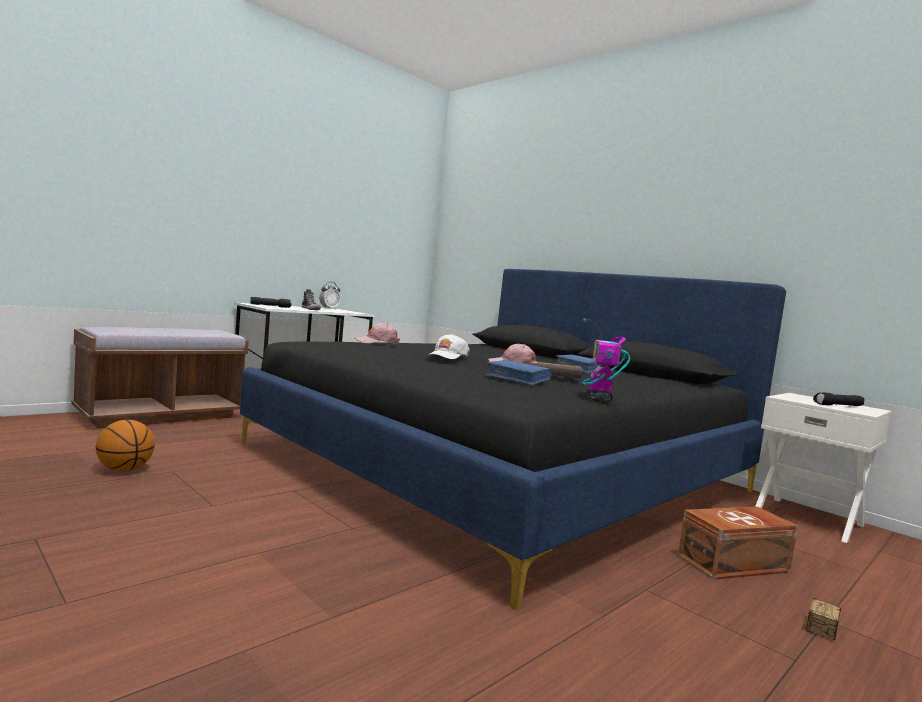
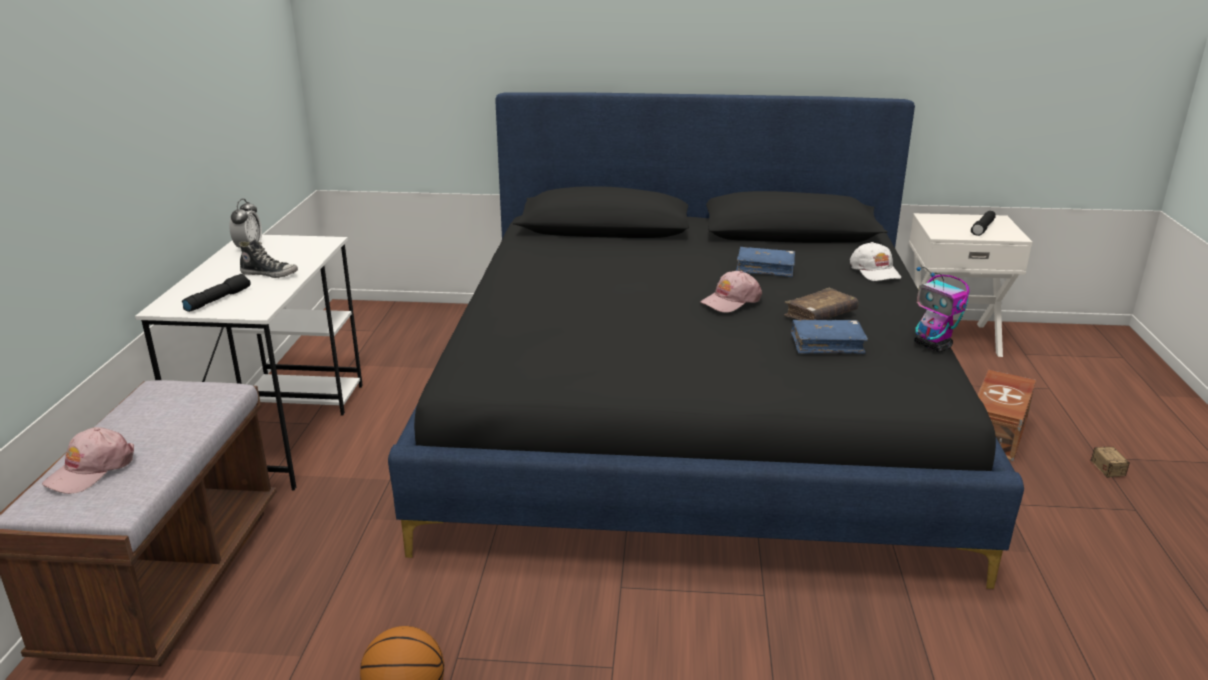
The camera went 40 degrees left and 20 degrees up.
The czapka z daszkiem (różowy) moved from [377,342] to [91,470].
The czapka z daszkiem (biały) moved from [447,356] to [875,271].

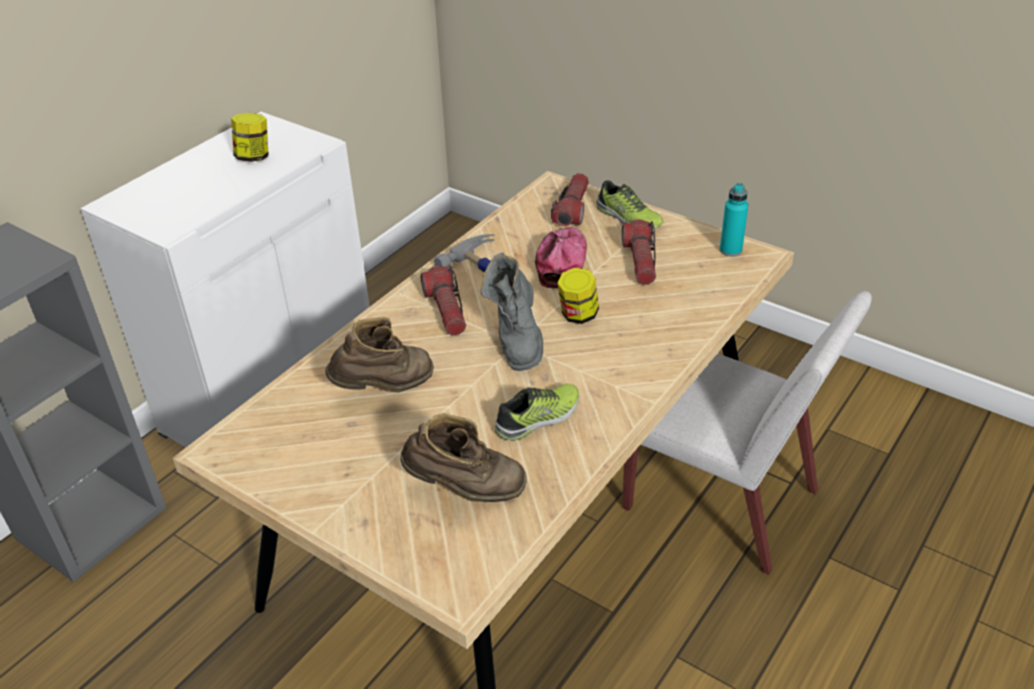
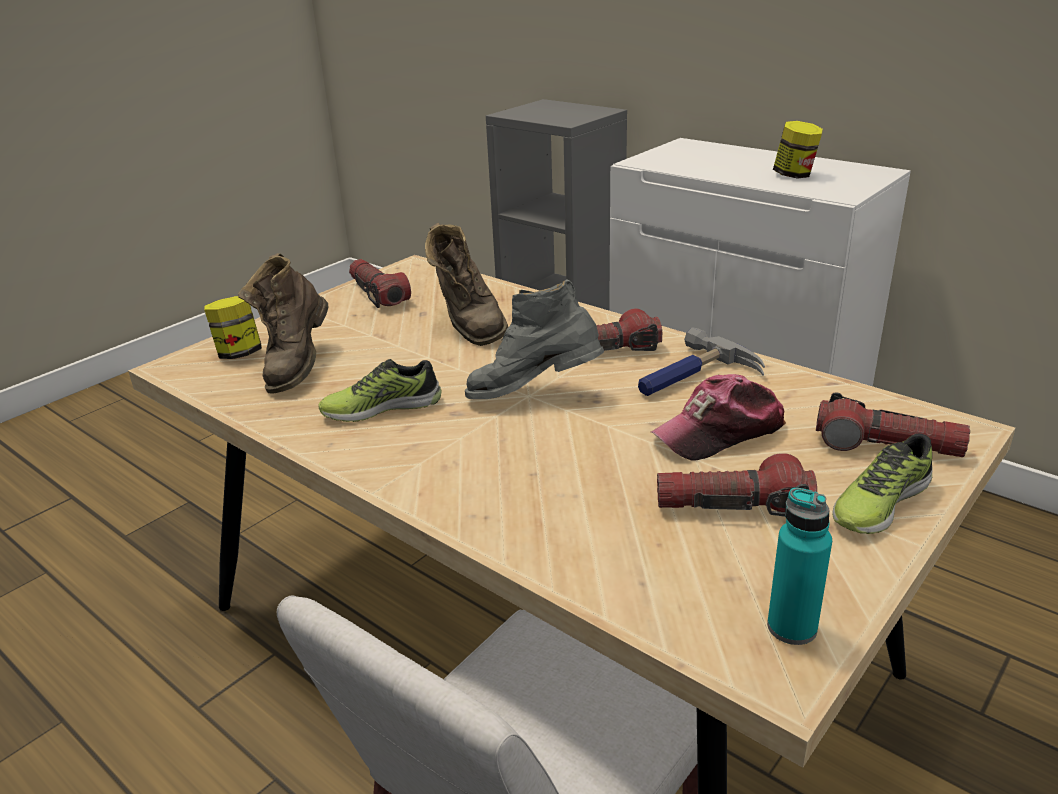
The camera went 95 degrees right and 10 degrees down.
The but at [539,418] turned 105 degrees clockwise.
The czapka z daszkiem at [562,262] turned 135 degrees clockwise.
The słoik moved from [578,315] to [239,354].
The latarka at [378,294] appeared.

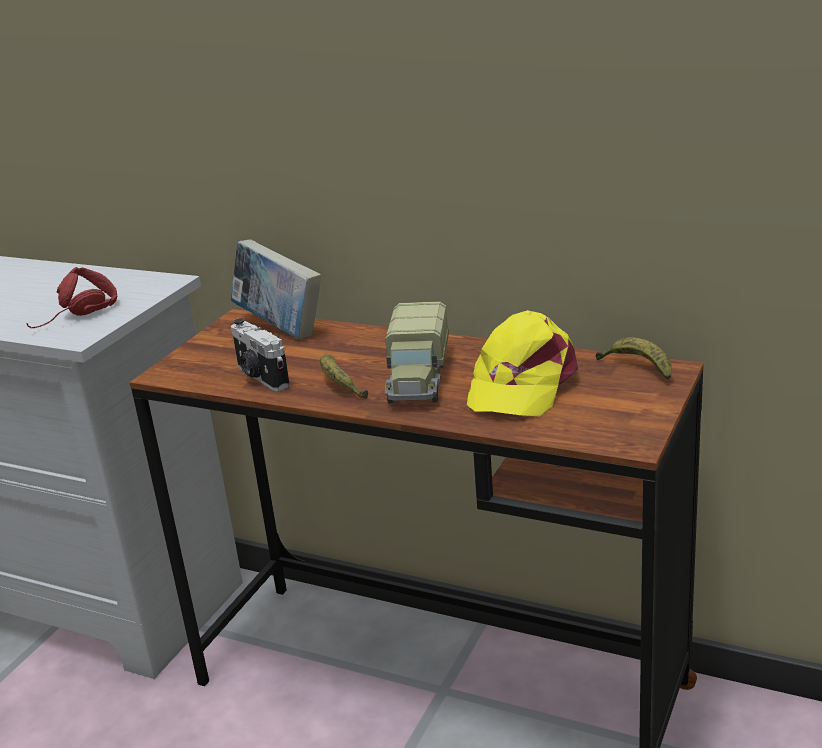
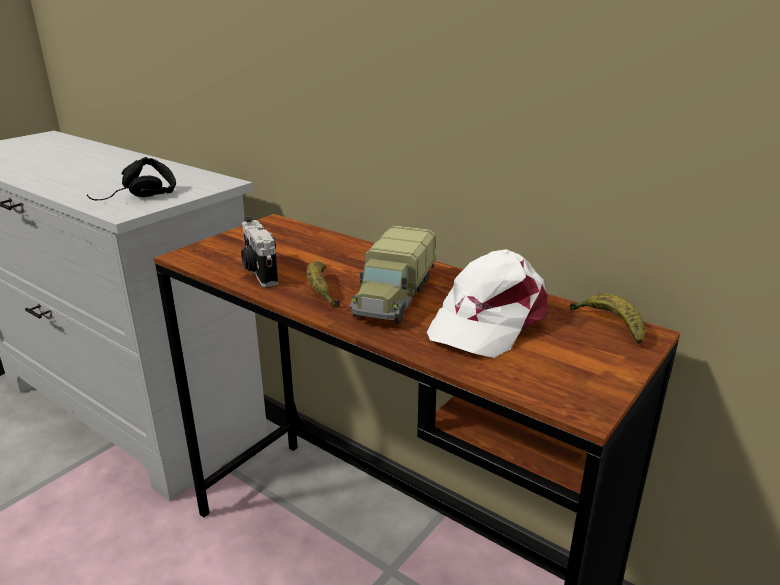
The camera went 10 degrees right and 0 degrees up.
The słuchawki (czerwony) at [78,317] became the słuchawki (czarny) at [137,198].
The książka at [280,327] disappeared.
The czapka z daszkiem (żółty) at [520,383] became the czapka z daszkiem (biały) at [487,320].

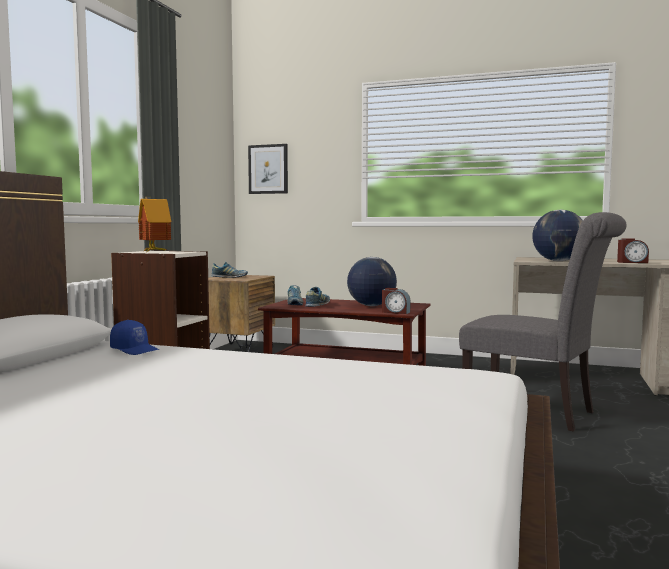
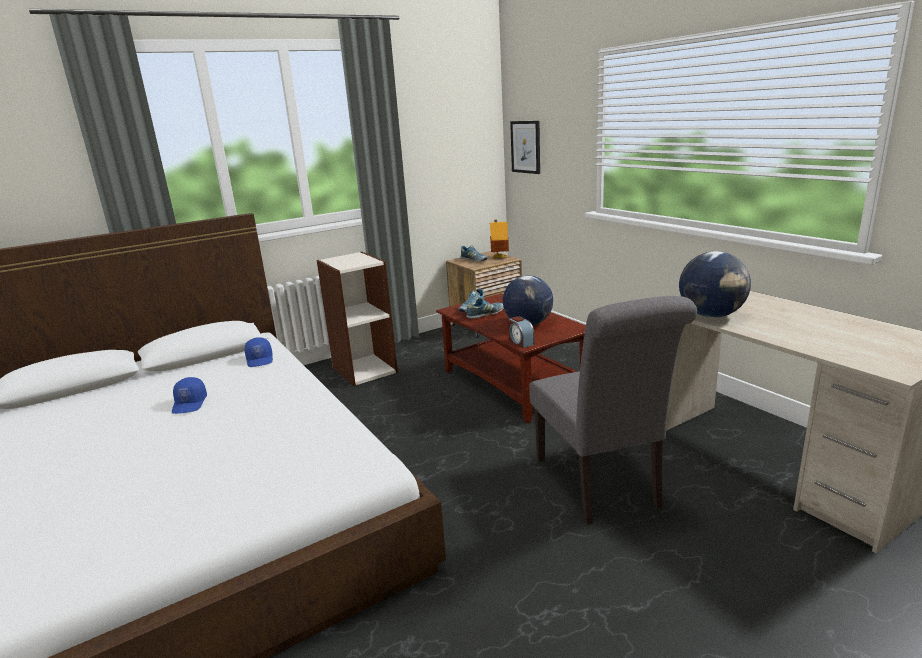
The camera went 40 degrees right and 15 degrees up.
The domek moved from [154,251] to [499,257].
The budzik at [632,262] disappeared.
The czapka z daszkiem (niebieski) at [190,404] appeared.

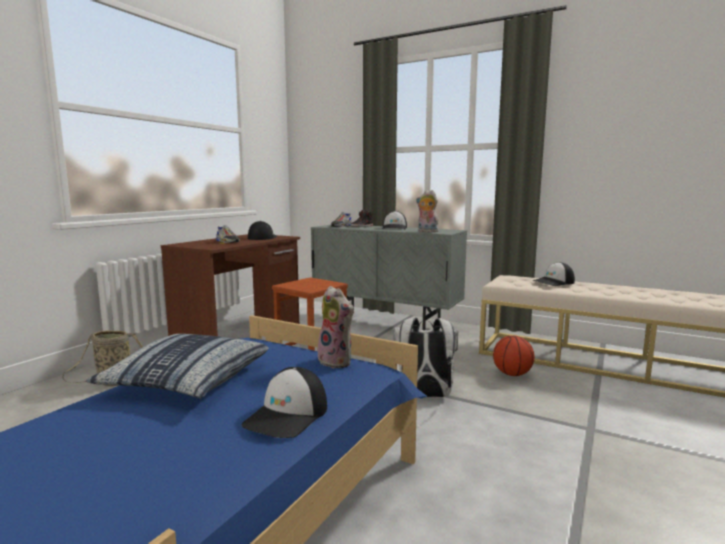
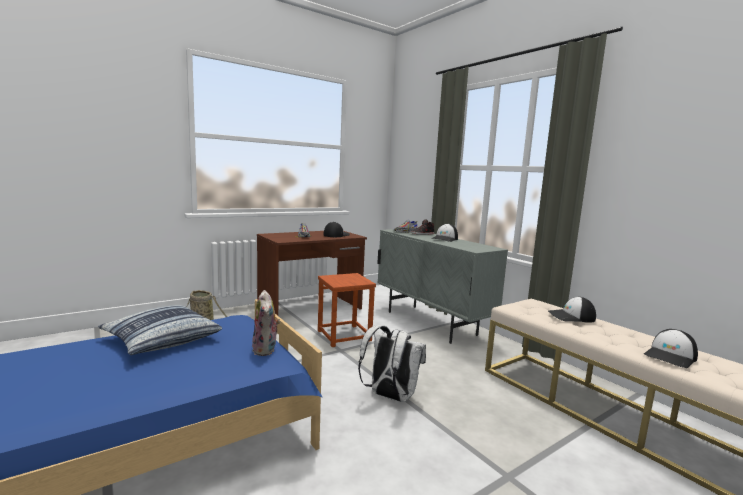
The camera went 25 degrees right and 0 degrees up.
The czapka z daszkiem moved from [287,416] to [670,356].
The pluszak at [426,231] disappeared.
The piłka do koszykówki at [512,374] disappeared.

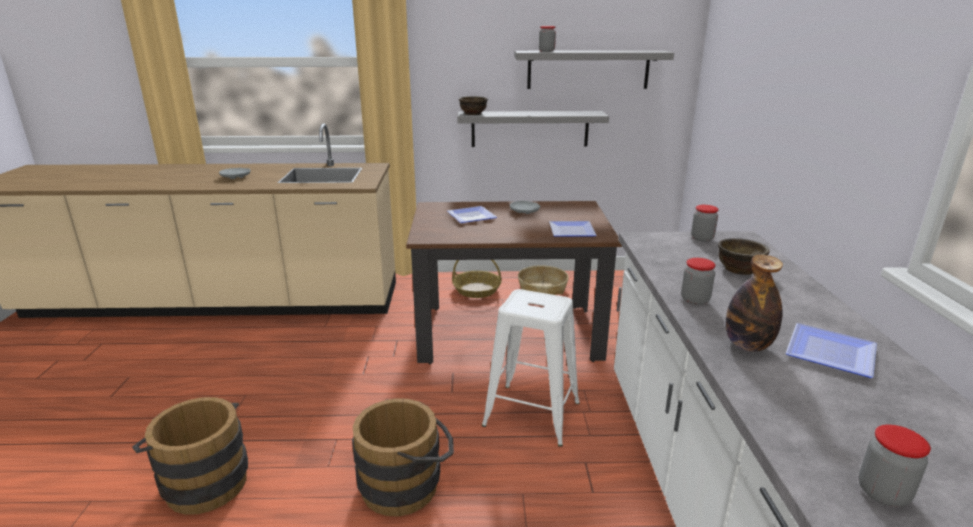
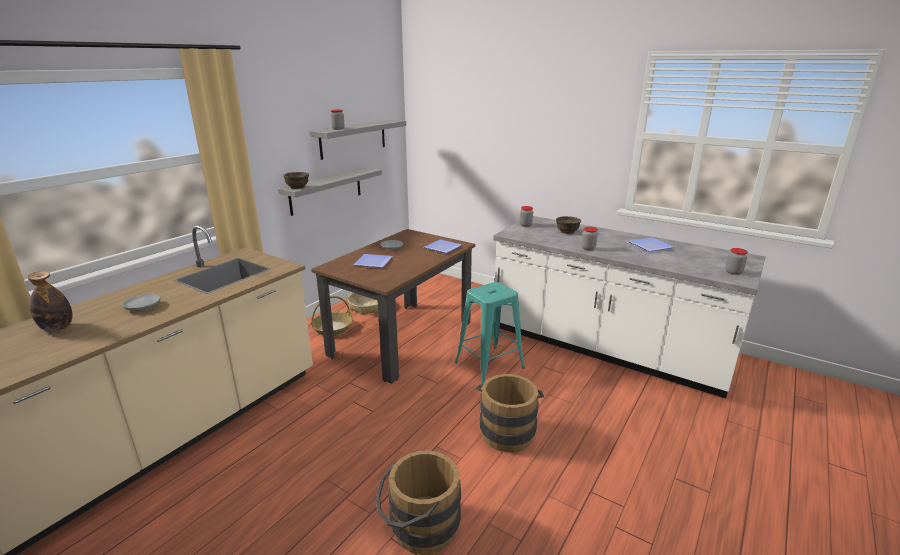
The camera went 55 degrees left and 0 degrees up.
The stołek (biały) at [532,414] became the stołek (turkusowy) at [490,364].
The butelka moved from [747,345] to [57,328].

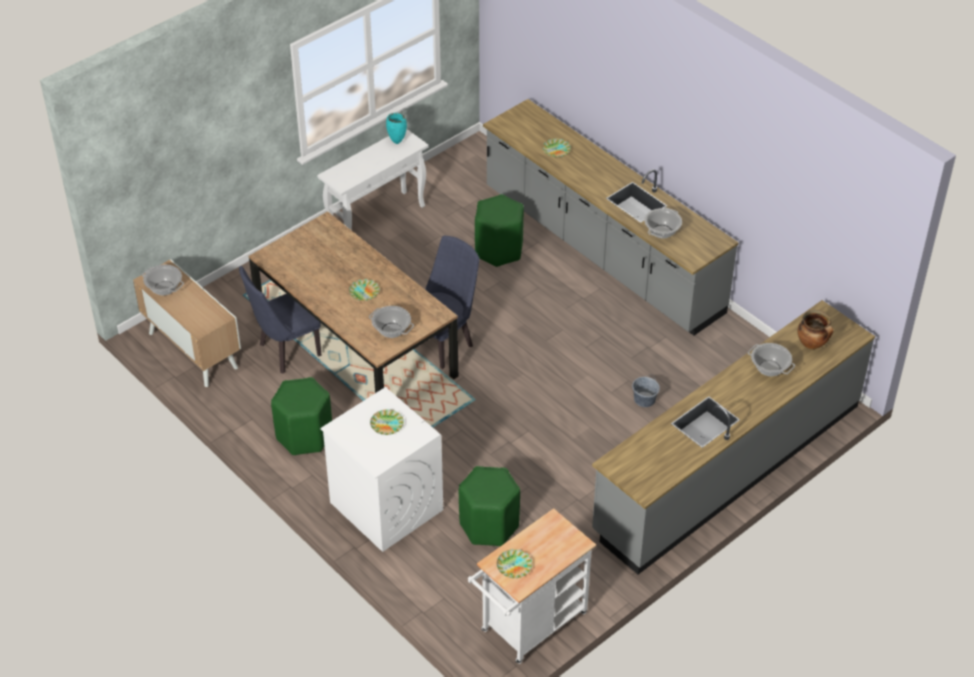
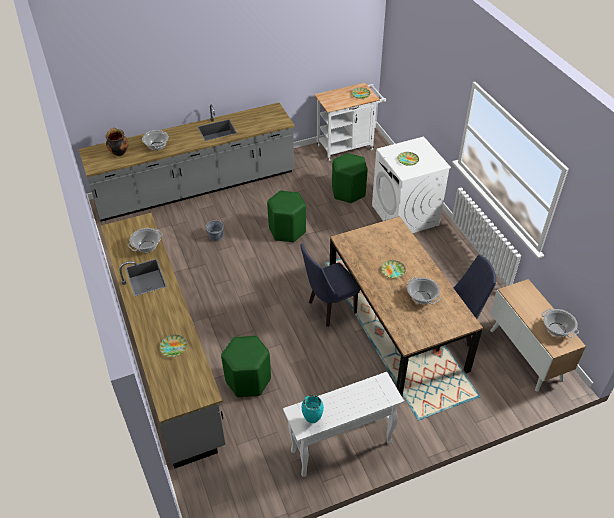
The camera went 160 degrees left and 0 degrees up.
The stołek (zielony) moved from [304,435] to [287,231].
The garnek moved from [391,330] to [422,297].

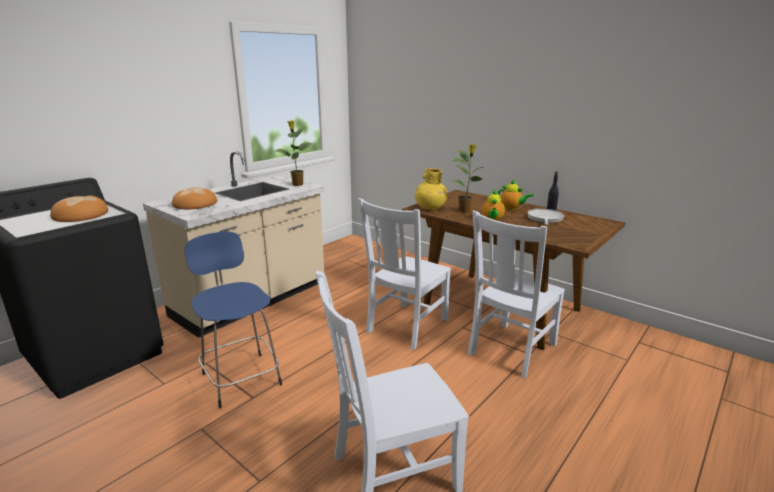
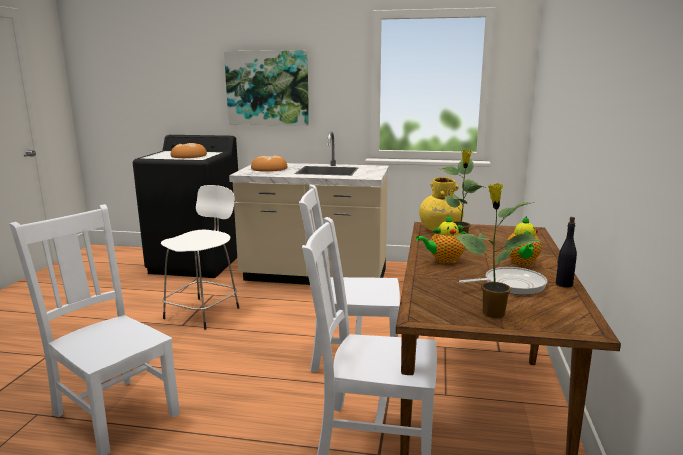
The camera went 60 degrees right and 5 degrees down.
The stołek (niebieski) at [240,377] became the stołek (biały) at [204,312].
The roślina doniczkowa moved from [297,184] to [492,313].
The obraz at [267,88] appeared.

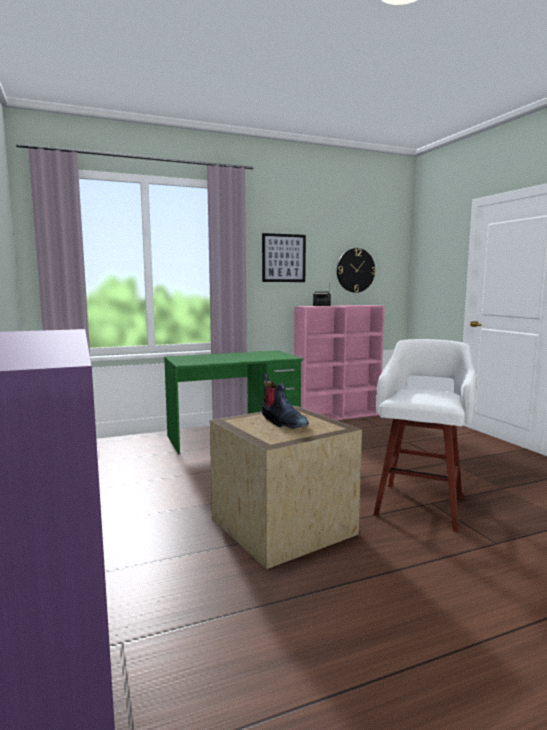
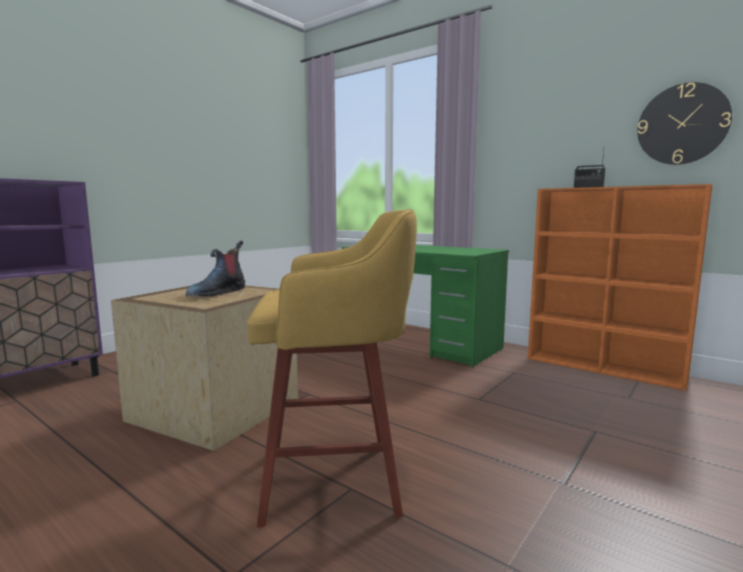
The camera went 60 degrees right and 0 degrees up.
The obraz at [283,258] disappeared.
The regał (różowy) at [338,416] became the regał (pomarańczowy) at [605,368].
The stołek (biały) at [420,504] became the stołek (żółty) at [336,480].

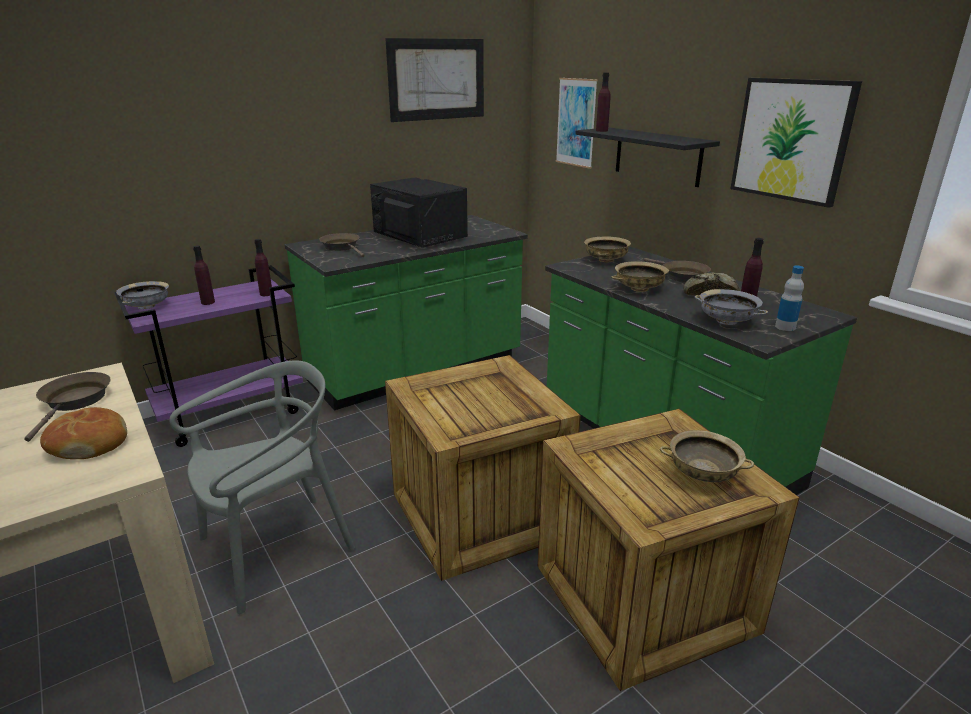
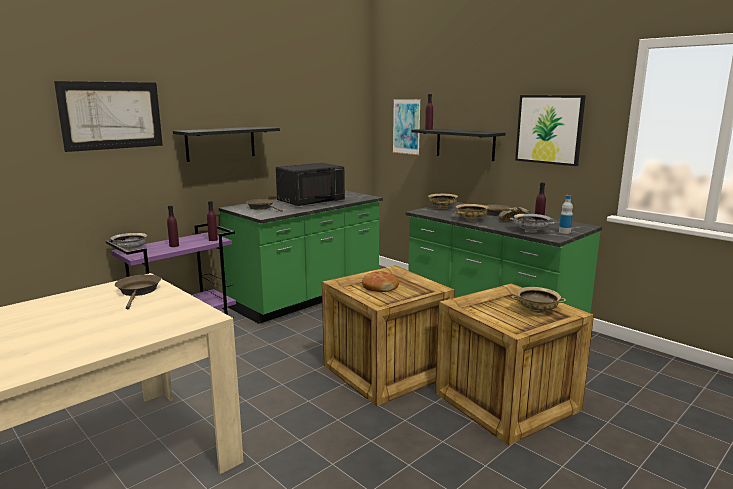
The camera went 10 degrees left and 10 degrees down.
The chleb moved from [89,444] to [379,287].
The krzesło (szary) at [276,548] disappeared.
The mikrofalówka (czarny) at [418,237] turned 105 degrees clockwise.
The obraz moved from [437,79] to [112,115].
The półka (czarny) at [220,143] appeared.

